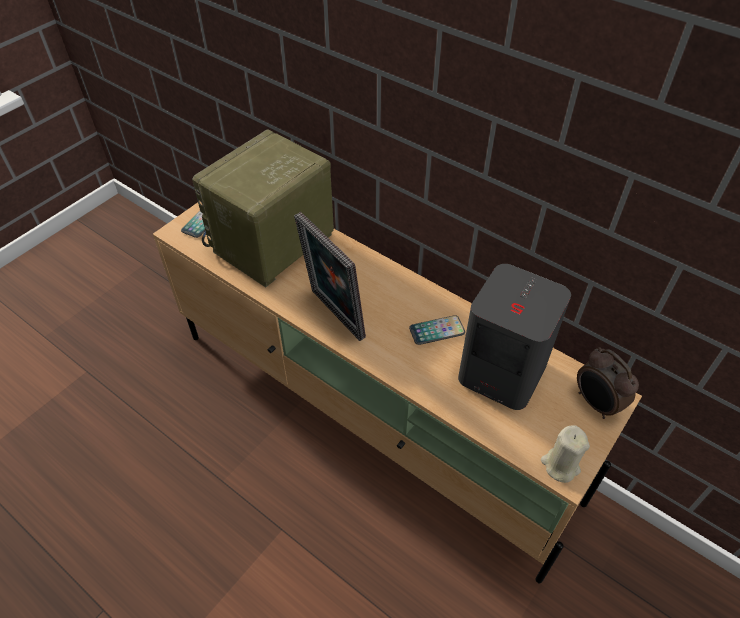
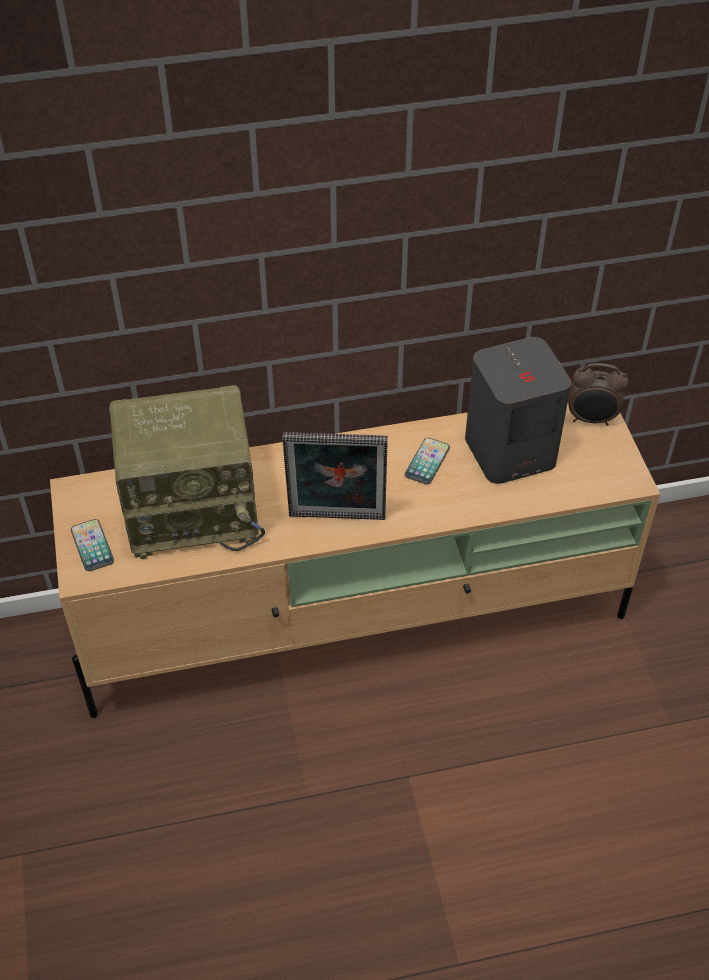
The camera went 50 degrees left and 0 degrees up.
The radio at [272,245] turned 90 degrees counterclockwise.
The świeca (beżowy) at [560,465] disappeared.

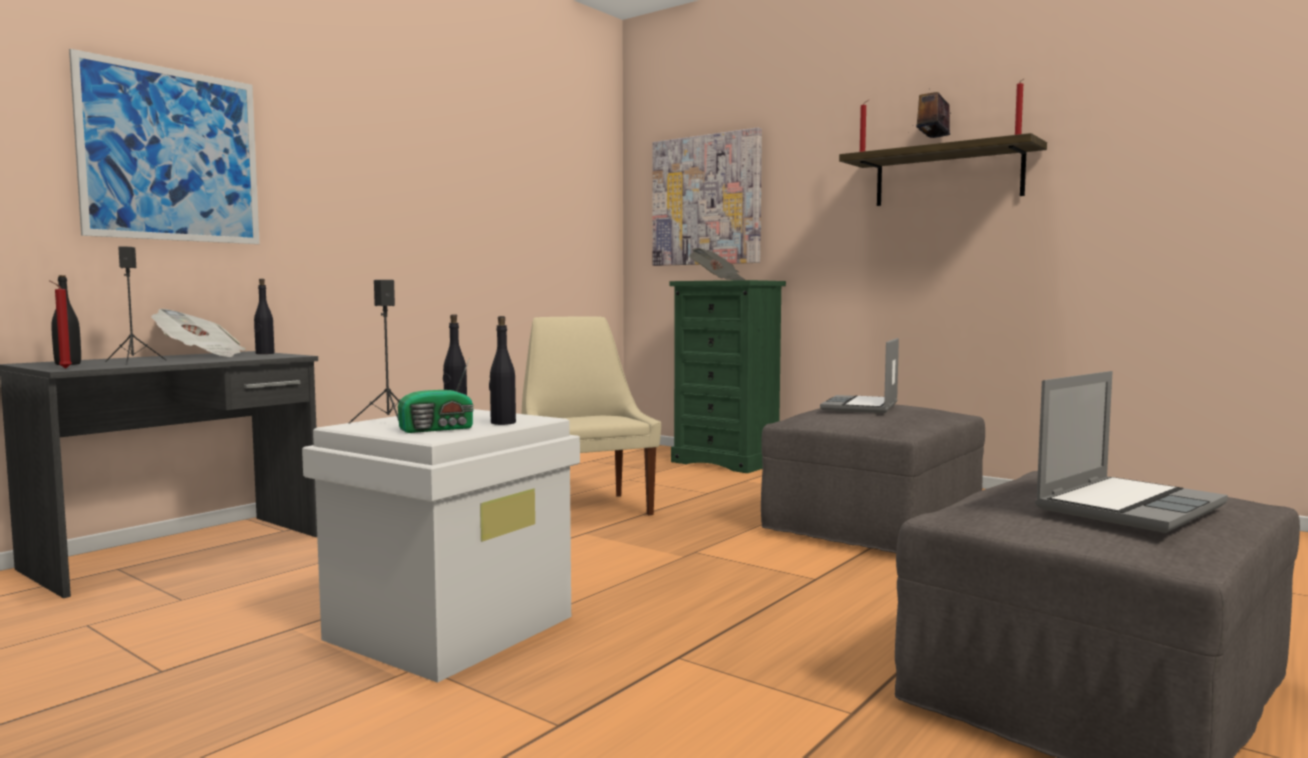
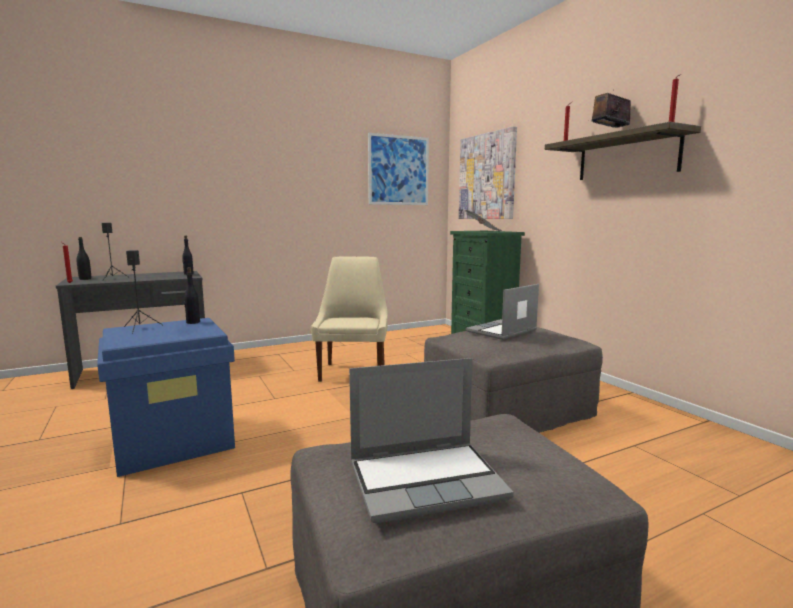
The camera went 25 degrees right and 5 degrees up.
The obraz moved from [171,155] to [398,170].
The gazeta at [201,355] disappeared.
The pojemnik do przechowywania (biały) at [451,627] became the pojemnik do przechowywania (niebieski) at [175,441].
The radio at [439,429] disappeared.
The butelka (czarny) at [502,423] disappeared.

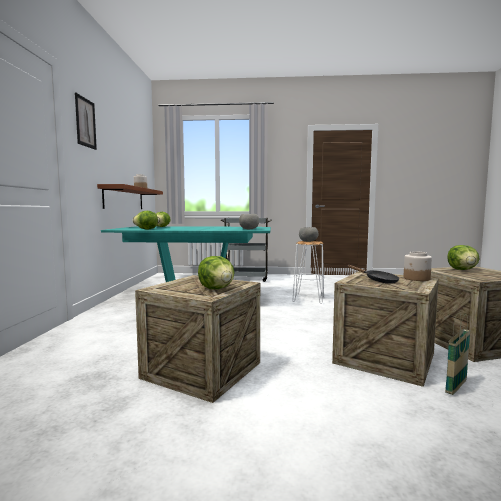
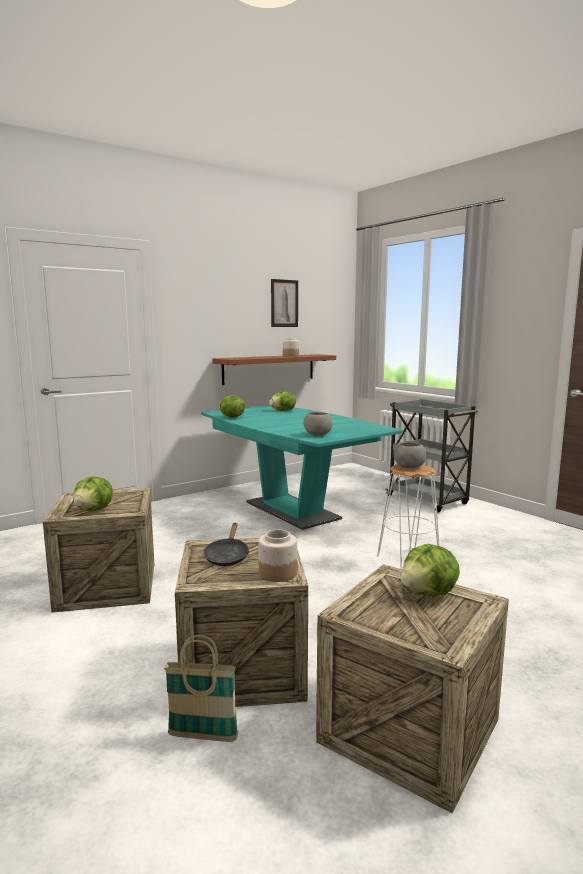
The camera went 50 degrees right and 5 degrees up.
The obraz moved from [85,122] to [284,303].

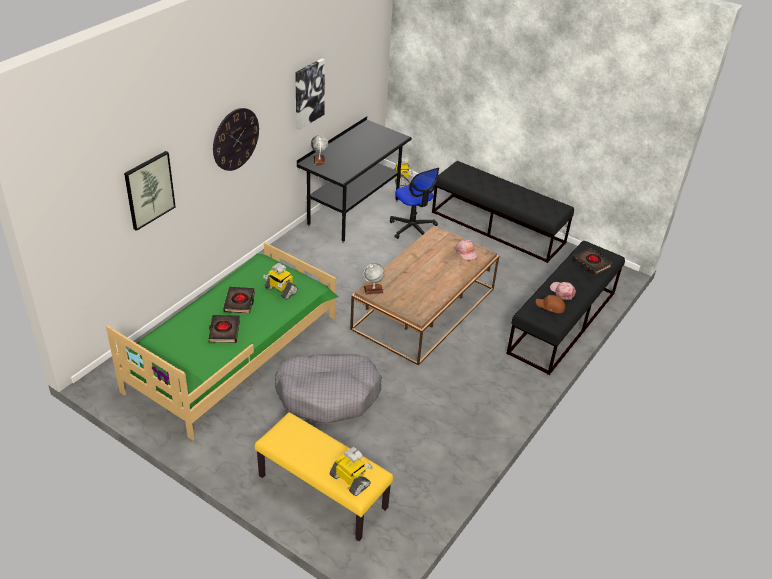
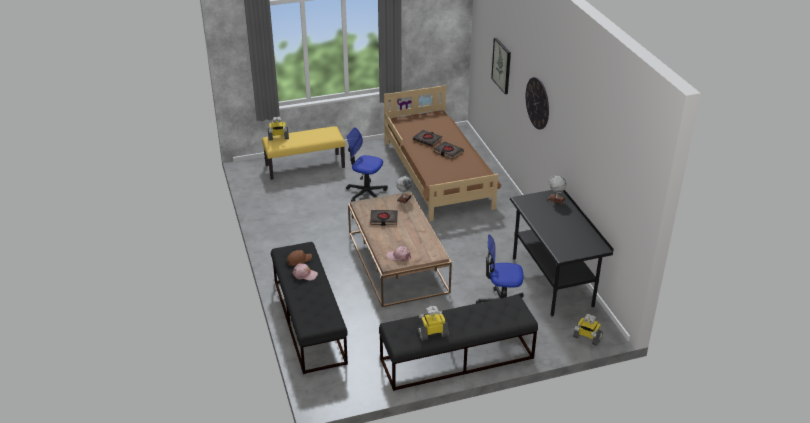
The camera went 130 degrees right and 5 degrees down.
The łóżko (zielony) at [233,352] became the łóżko (brązowy) at [438,175].
The robot zabawkowy moved from [280,290] to [433,333].
The legowisko (szary) at [328,394] was replaced by the krzesło biurowe at [366,193].
The obraz at [308,93] disappeared.
The książka (czarny) moved from [591,263] to [383,219].

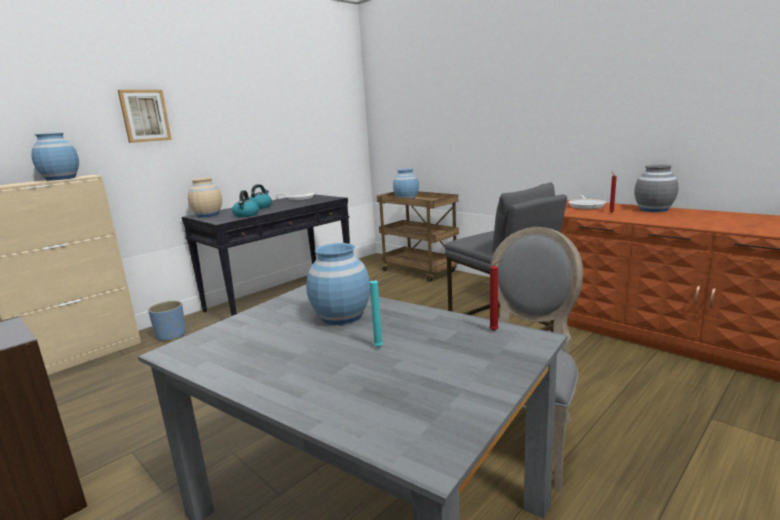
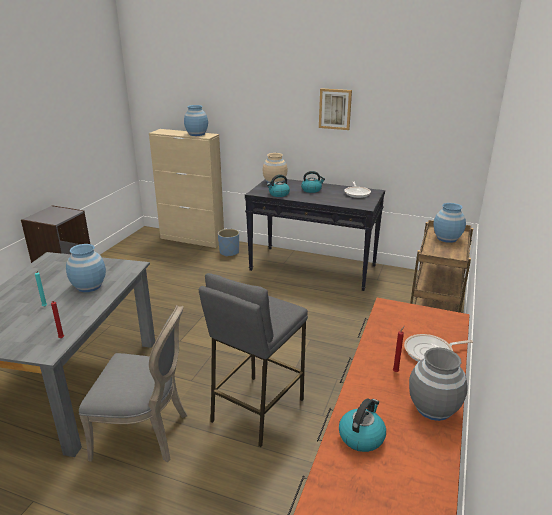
The camera went 65 degrees right and 10 degrees up.
The obraz moved from [145,116] to [335,109].
The czajnik at [361,436] appeared.

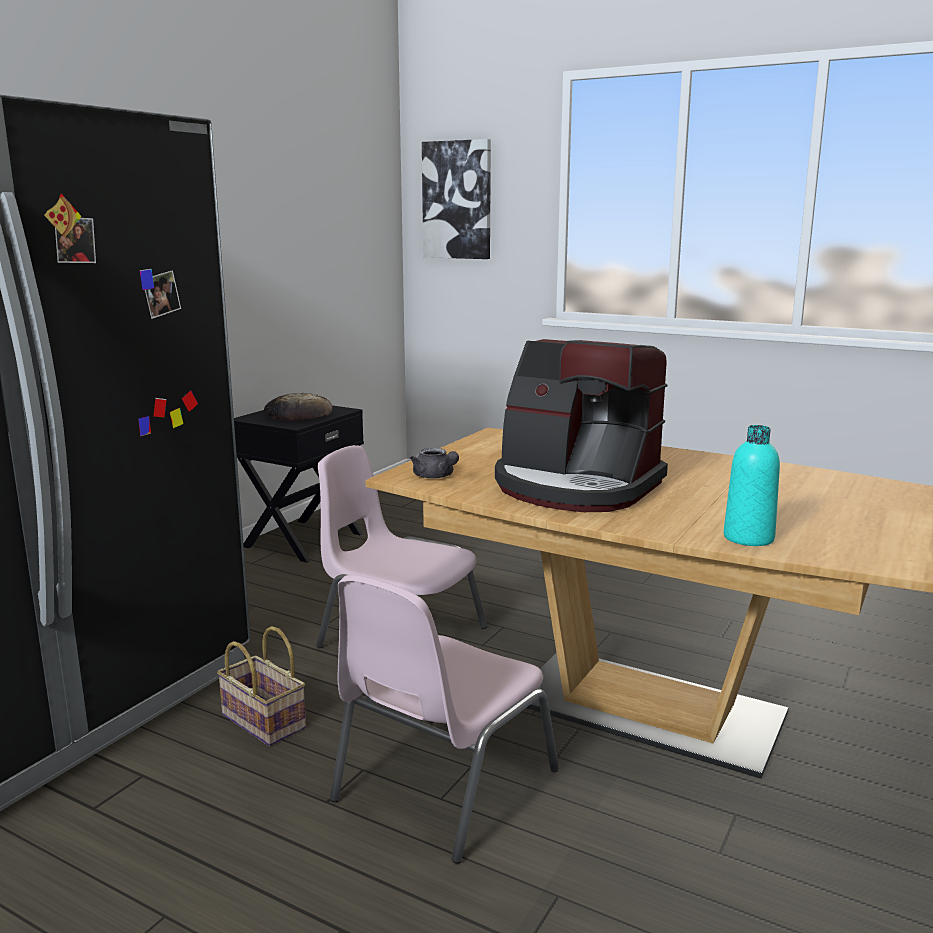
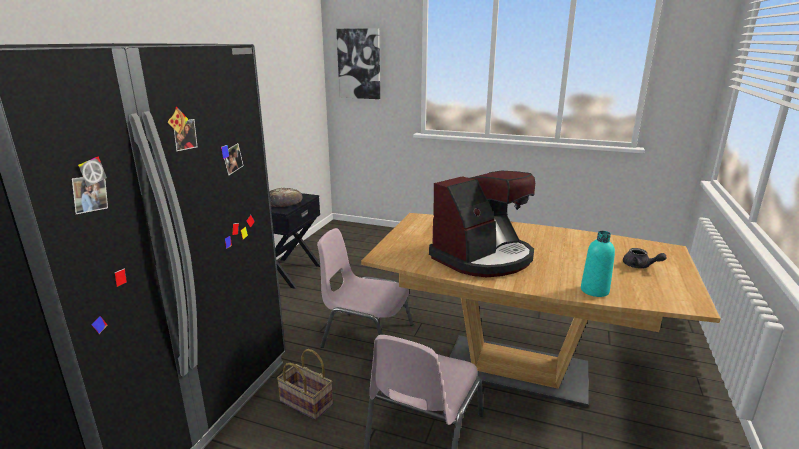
The camera went 10 degrees left and 5 degrees up.
The imbryk (szary) moved from [435,477] to [639,266].
The ekspres do kawy at [576,487] turned 60 degrees counterclockwise.

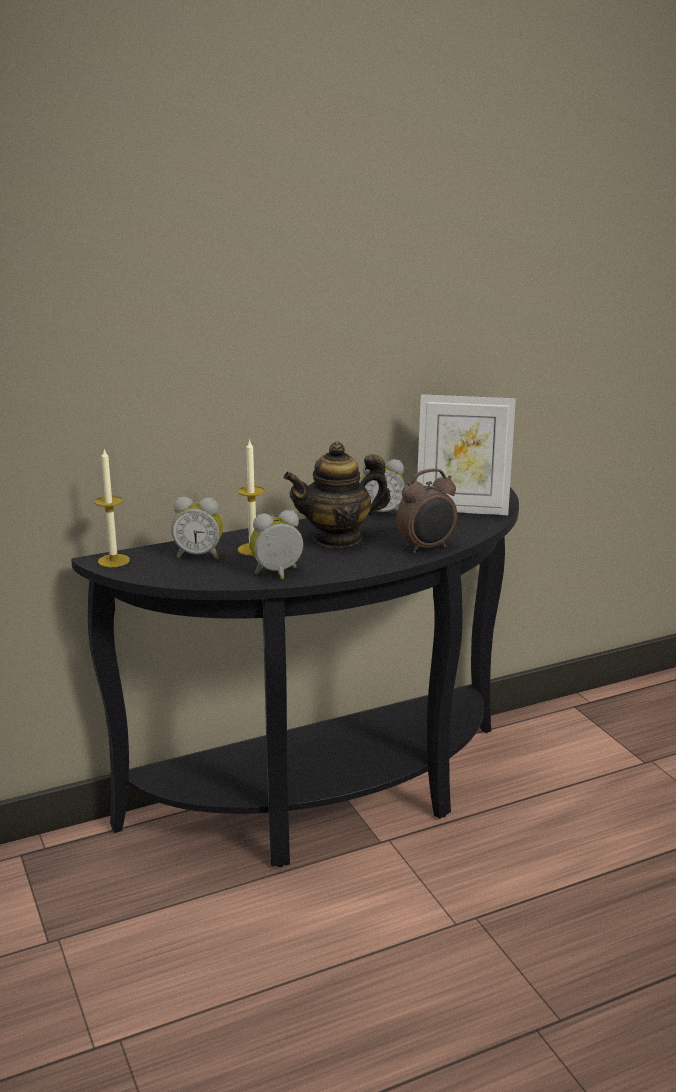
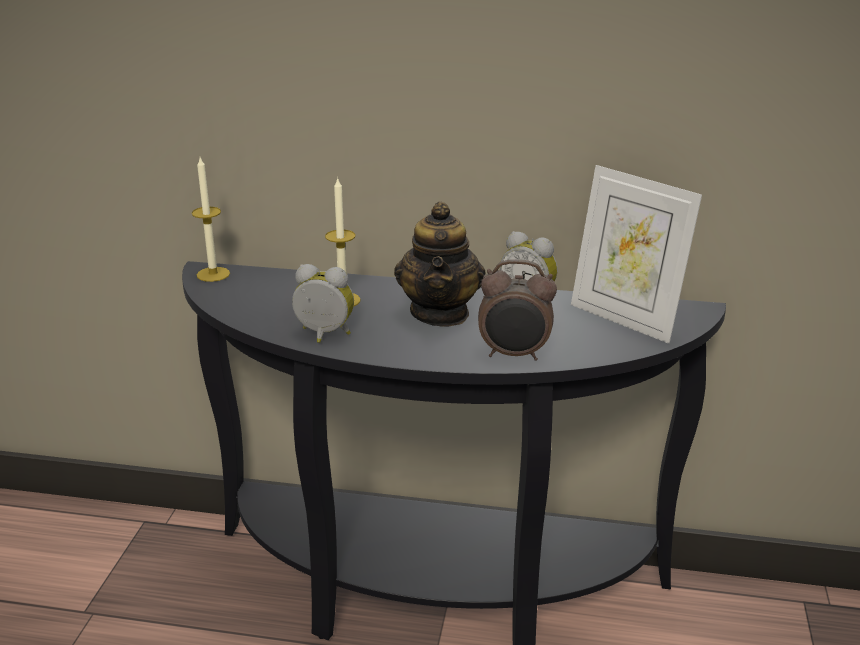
The camera went 35 degrees right and 5 degrees up.
The budzik at [199,555] disappeared.
The imbryk at [337,538] turned 105 degrees counterclockwise.

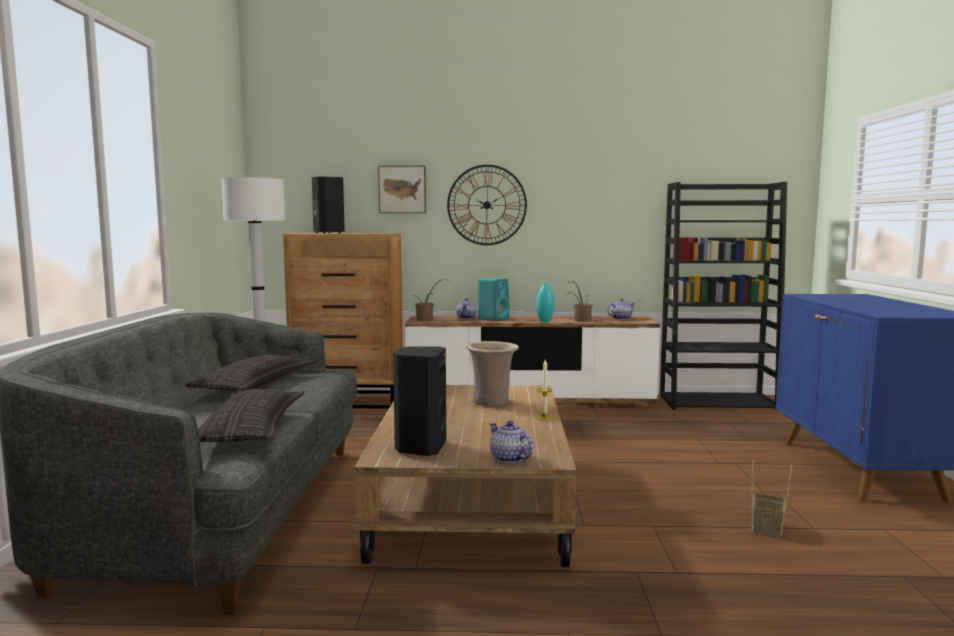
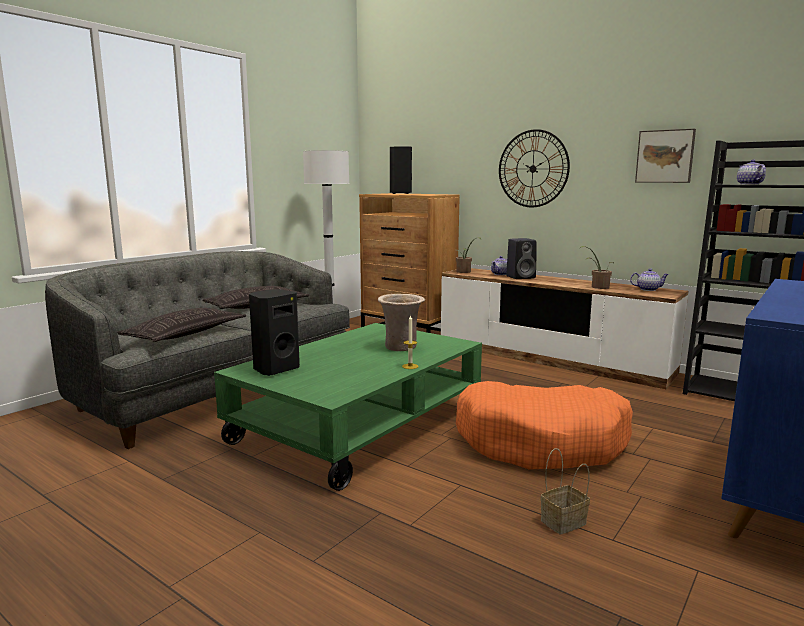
The camera went 35 degrees right and 5 degrees up.
The ława (brązowy) at [470,502] became the ława (zielony) at [359,425].
The obraz moved from [402,189] to [665,156].
The głośnik (turkusowy) at [493,319] became the głośnik (czarny) at [521,277].
The imbryk moved from [509,458] to [749,184].
The wazon (turkusowy) at [545,321] disappeared.
The legowisko (pomarańczowy) at [542,442] appeared.

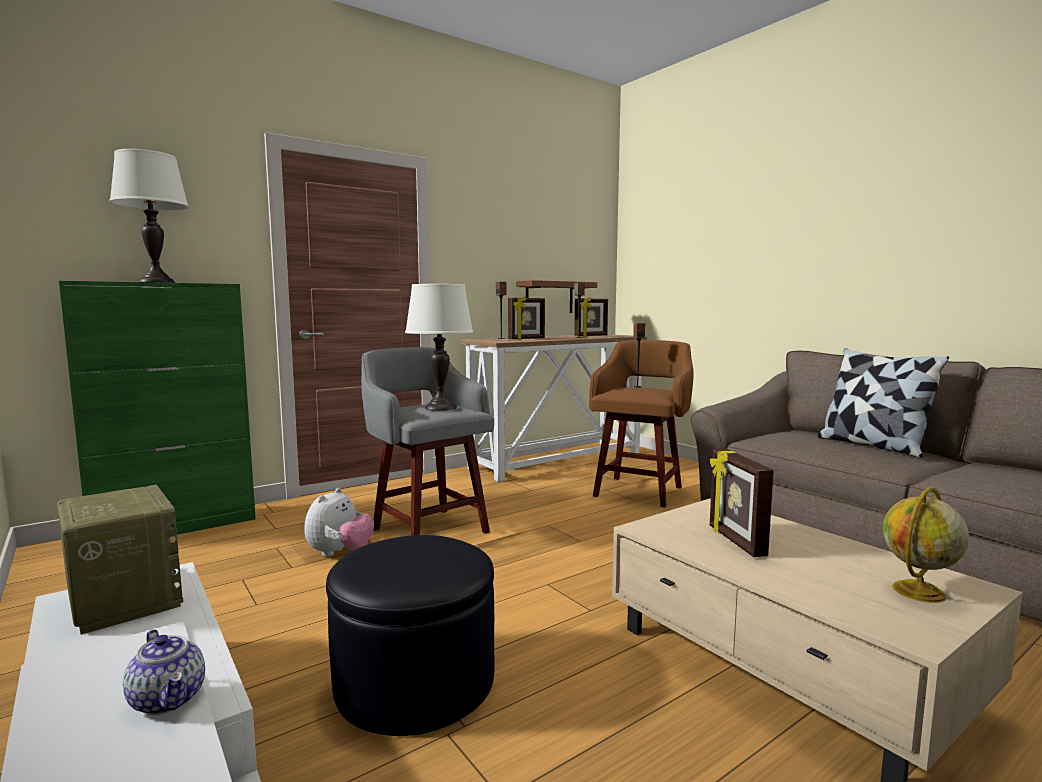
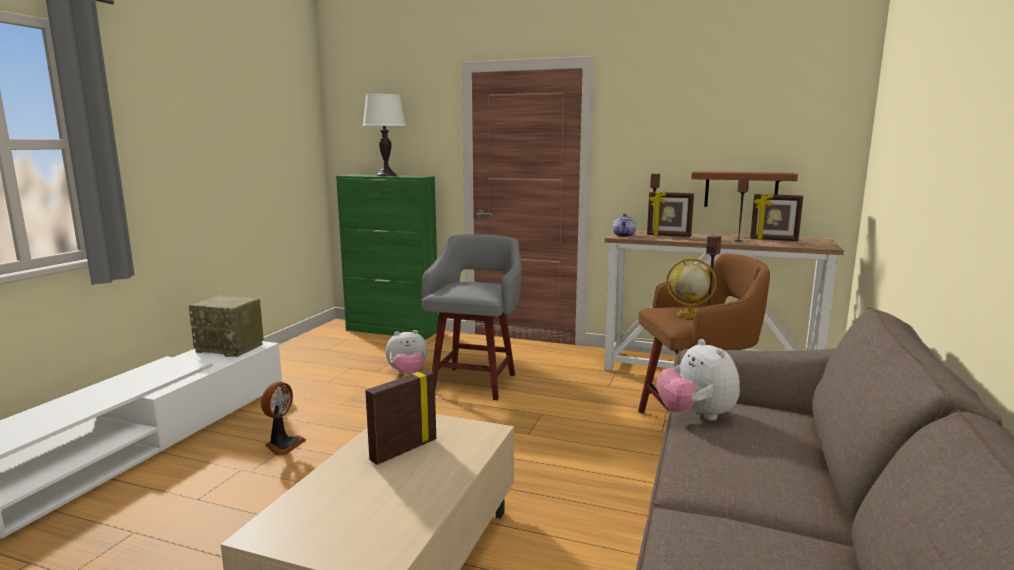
The camera went 55 degrees right and 5 degrees up.
The radio at [123,599] turned 90 degrees clockwise.
The imbryk moved from [169,699] to [624,235].
The pufa (czarny) at [414,681] was replaced by the wentylator at [283,445].
The lampa stołowa (biały) at [440,407] disappeared.
The poduszka at [873,445] disappeared.
The globus moved from [918,592] to [688,314].
The pluszak at [696,415] appeared.

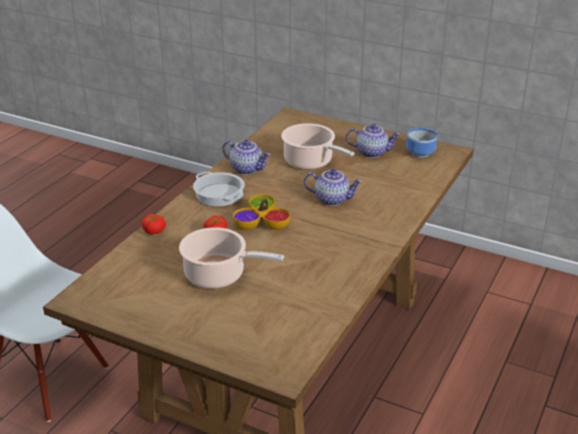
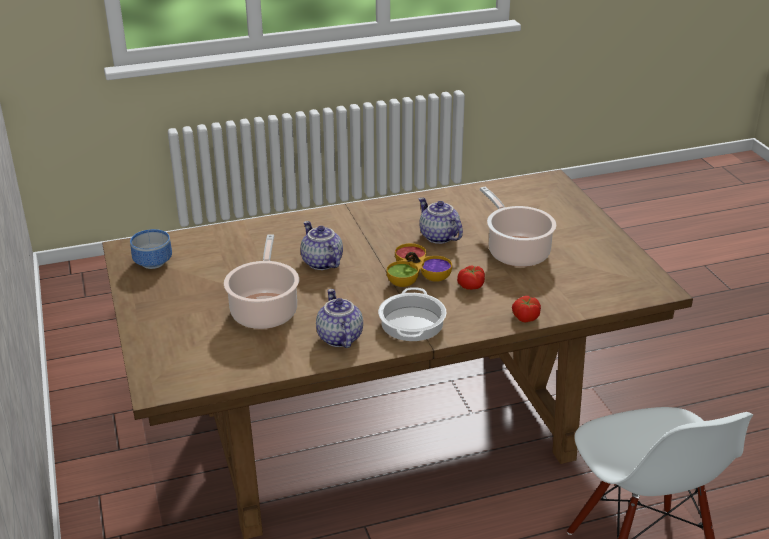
The camera went 135 degrees left and 0 degrees up.
The imbryk moved from [372,152] to [438,237].

